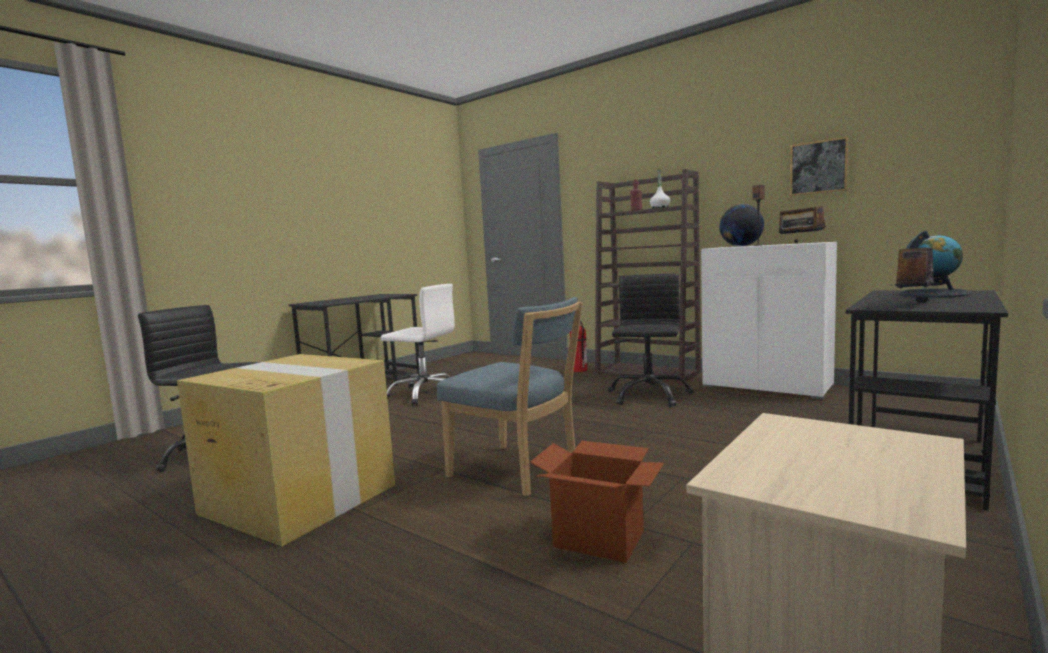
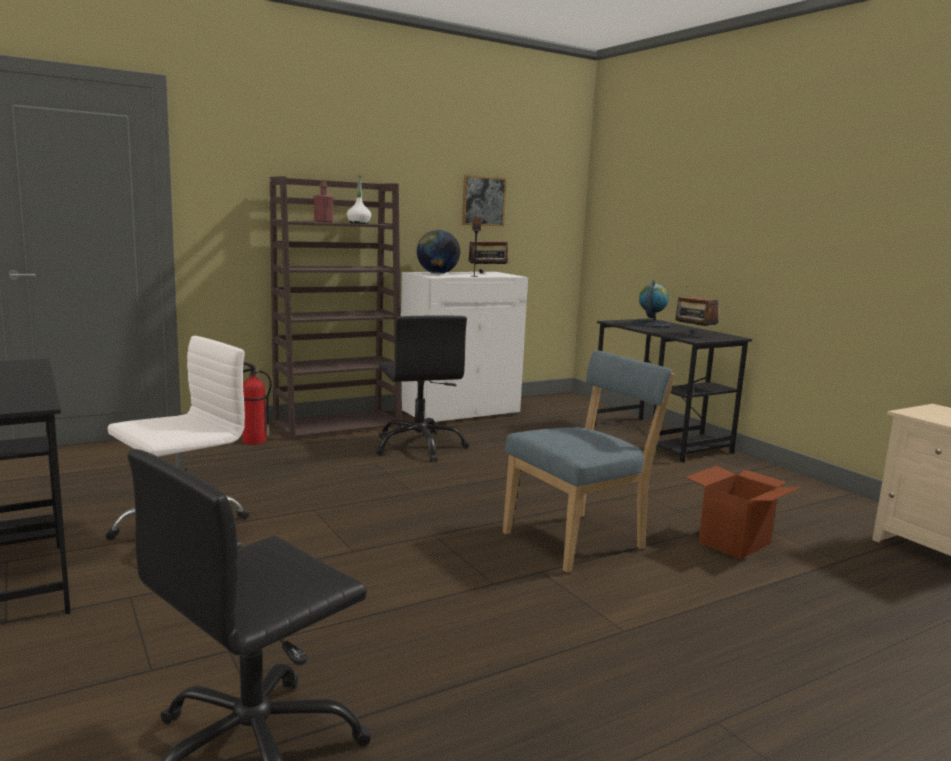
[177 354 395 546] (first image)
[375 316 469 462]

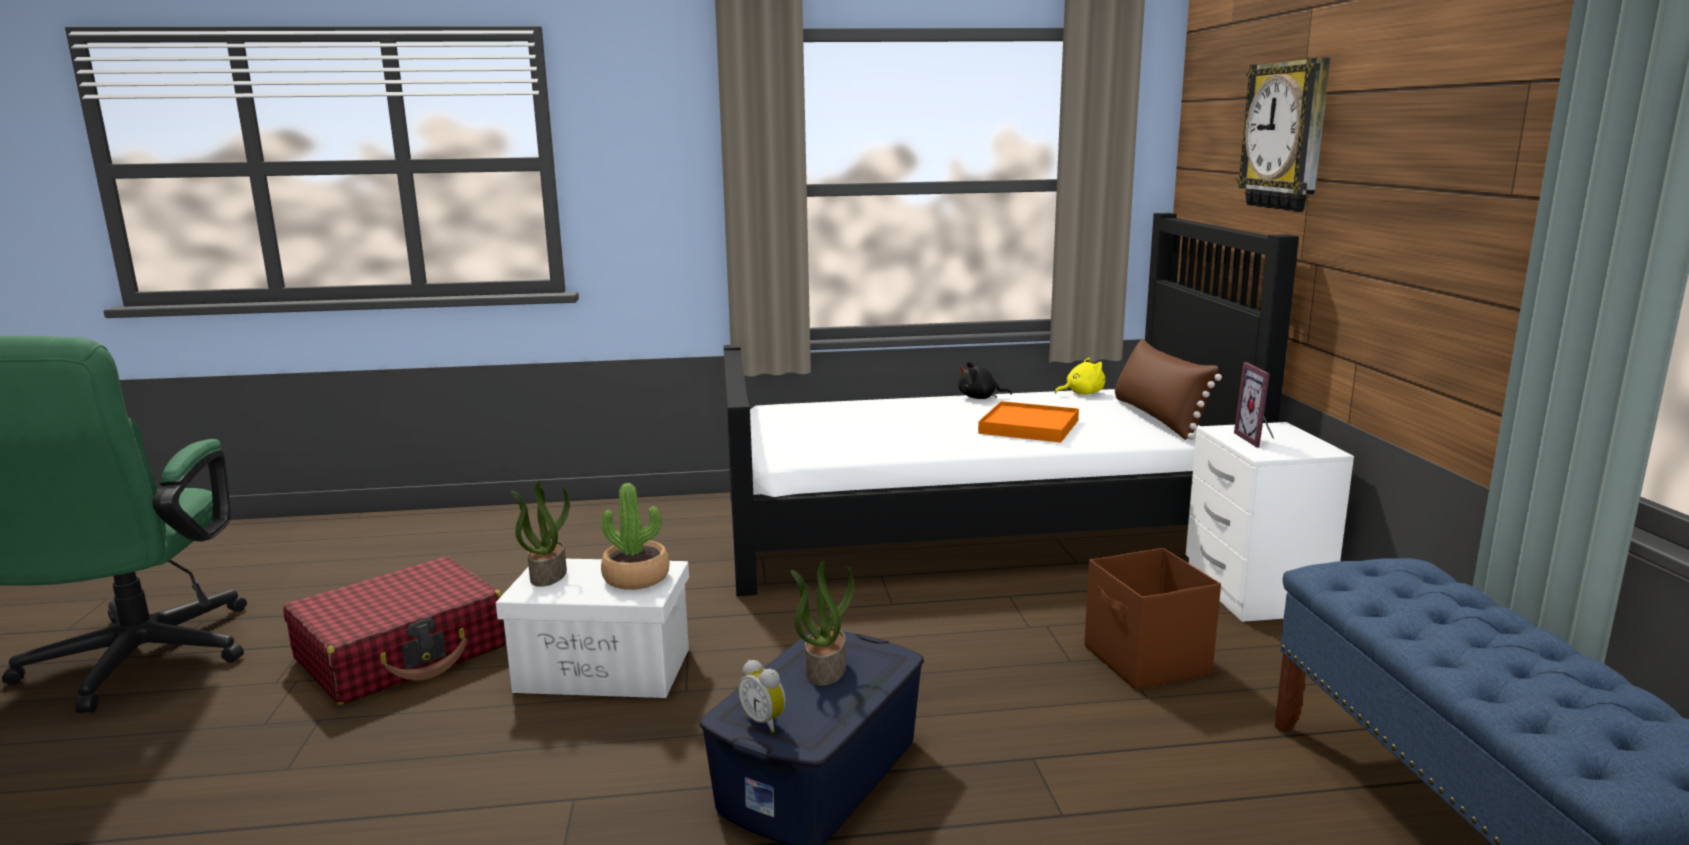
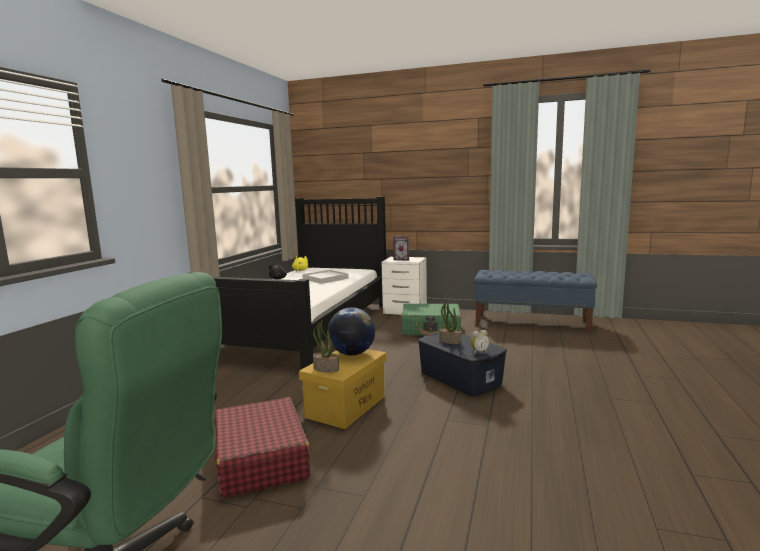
[1115 338 1222 440] (first image)
[1236 57 1330 212] (first image)
[328 307 375 356]
[401 303 461 336]
[299 349 386 429]
[302 270 349 284]

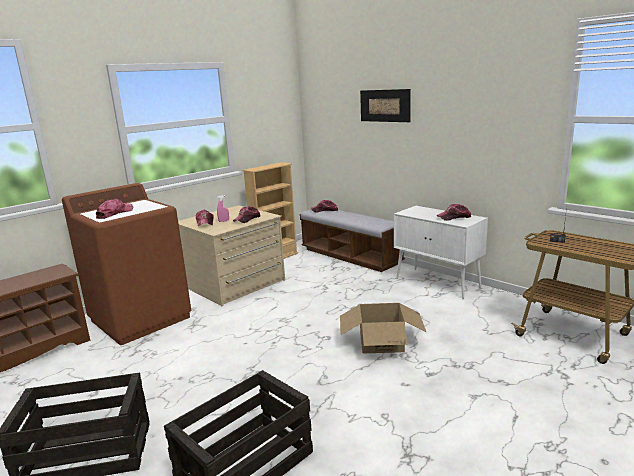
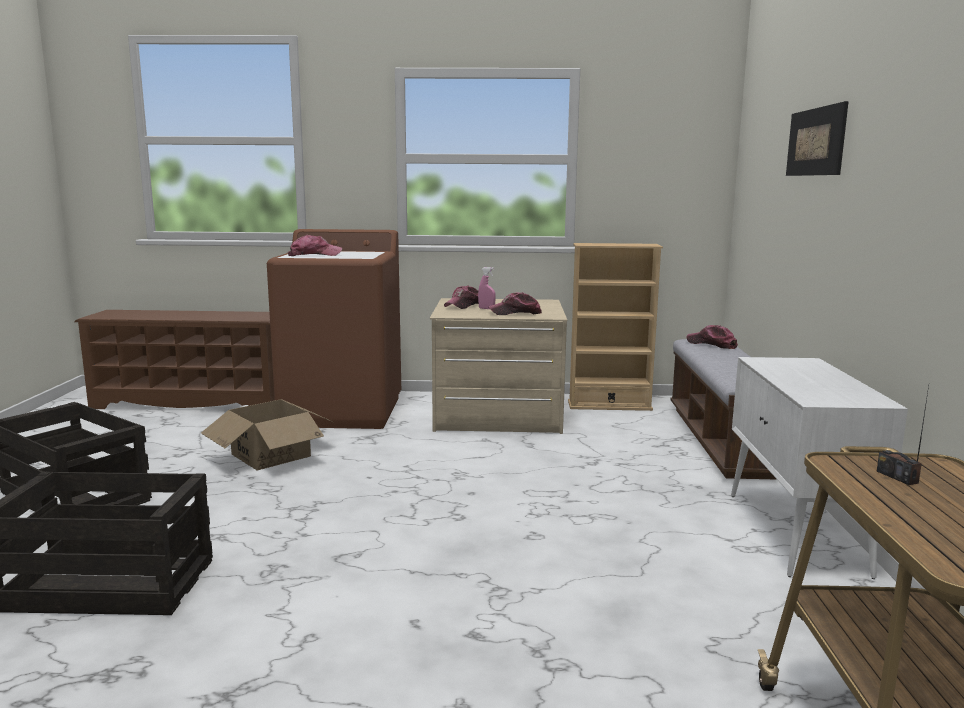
[437 204 471 221] (first image)
[201 399 335 470]

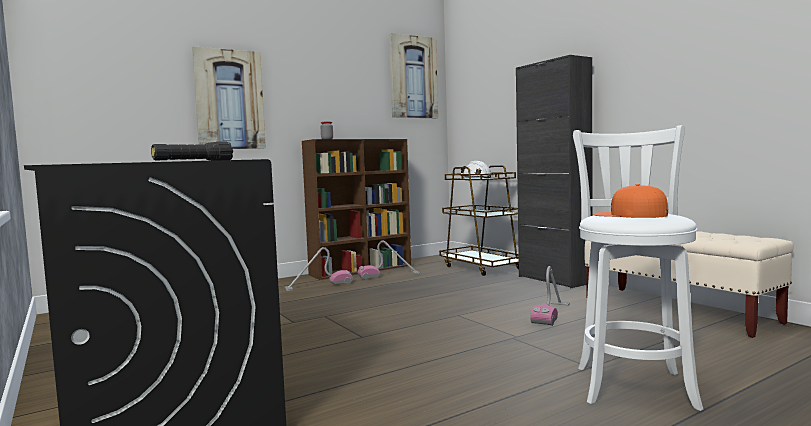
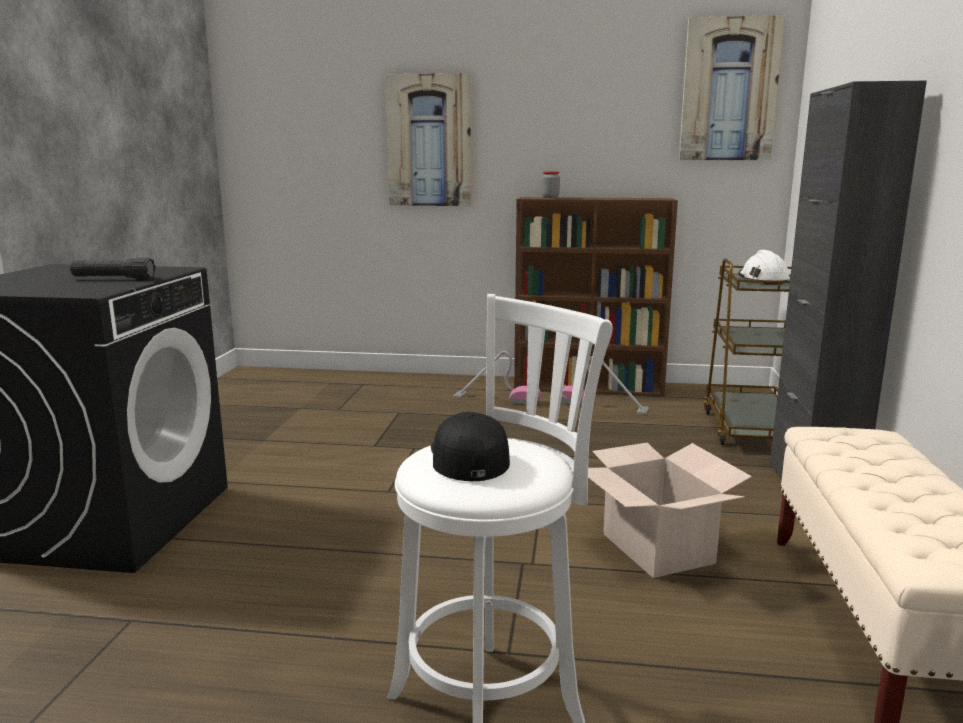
[588 443 752 578]
[431 412 510 481]

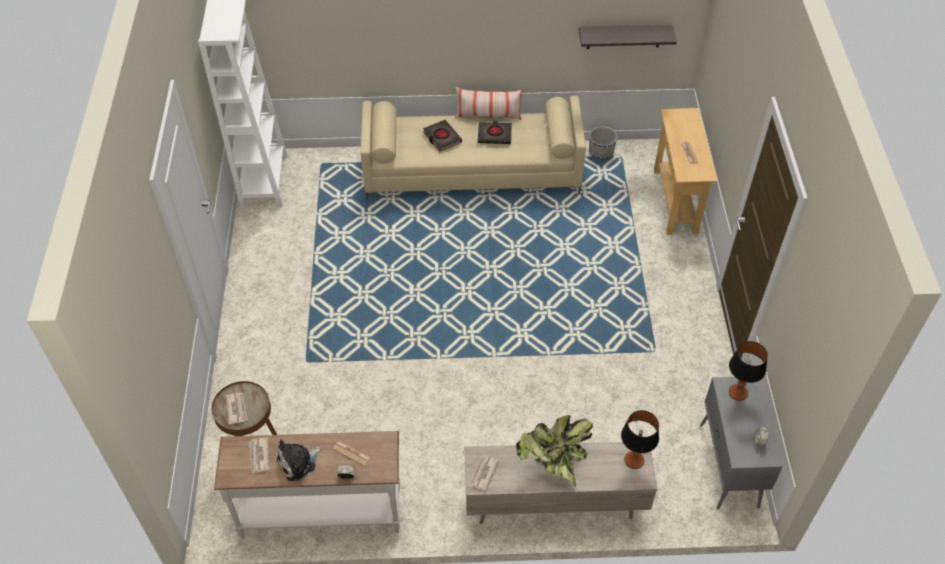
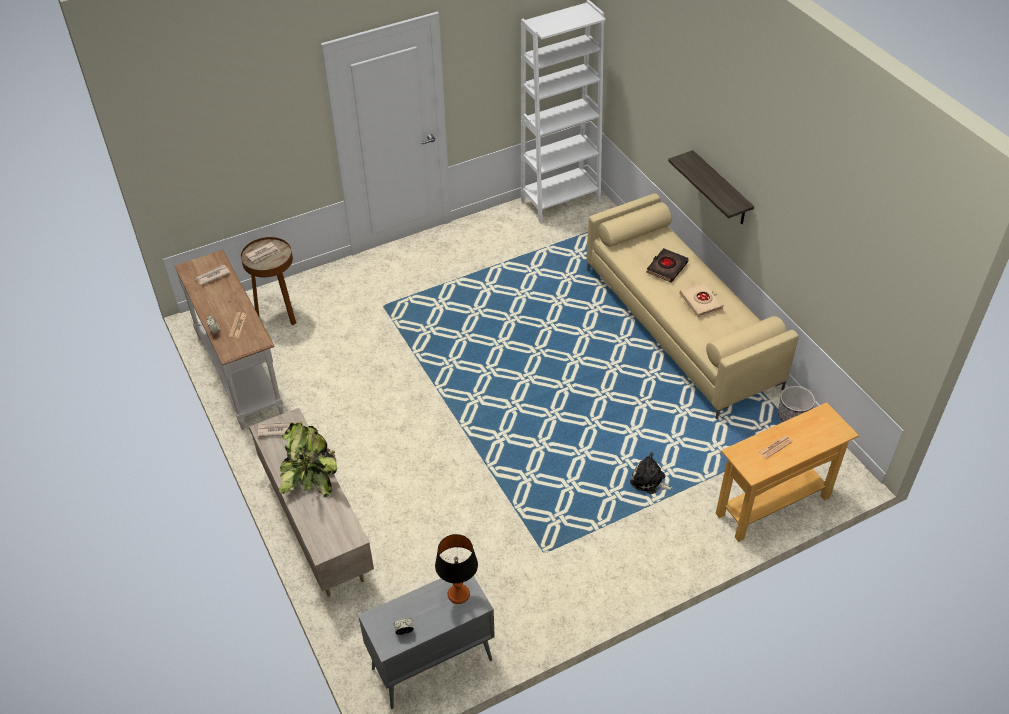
[456 87 522 120] (first image)
[621 410 659 469] (first image)
[630 452 672 494]
[668 150 754 224]
[680 282 724 317]

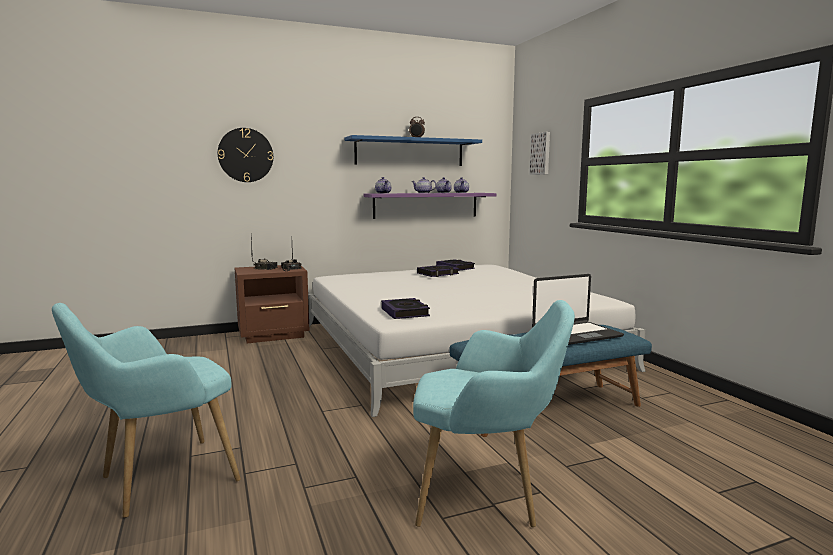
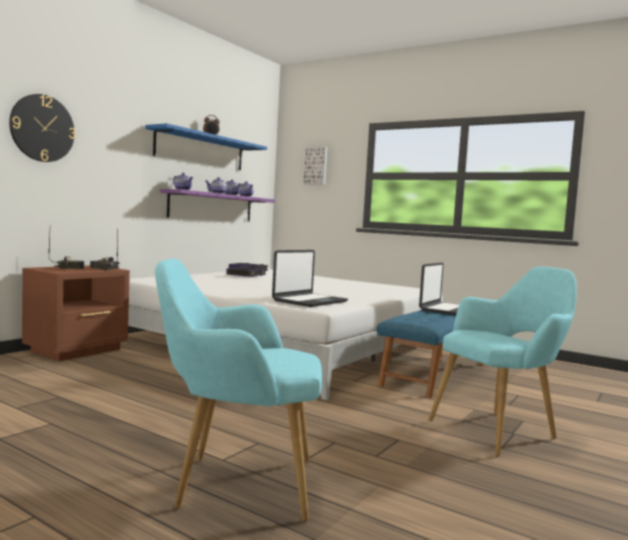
[272 250 348 307]
[155 259 322 521]

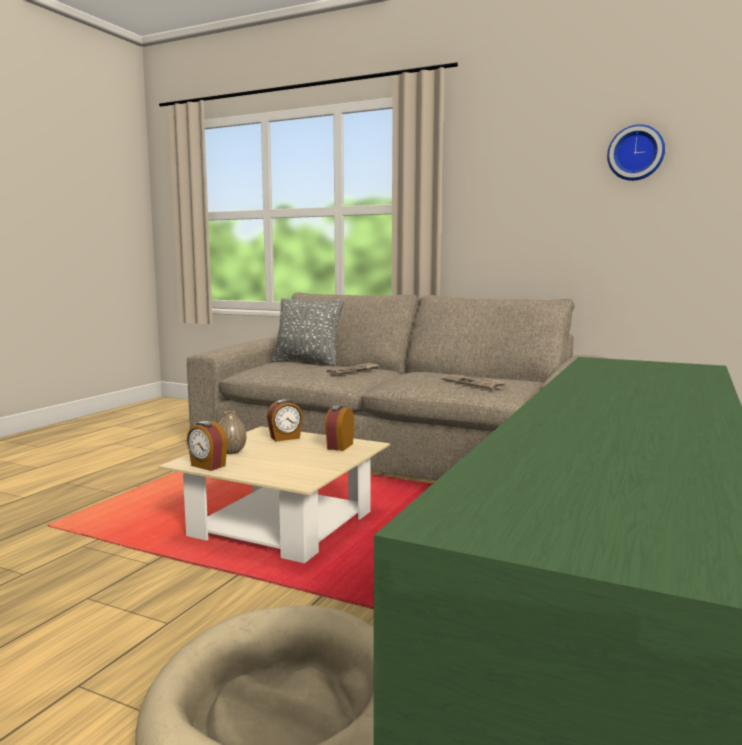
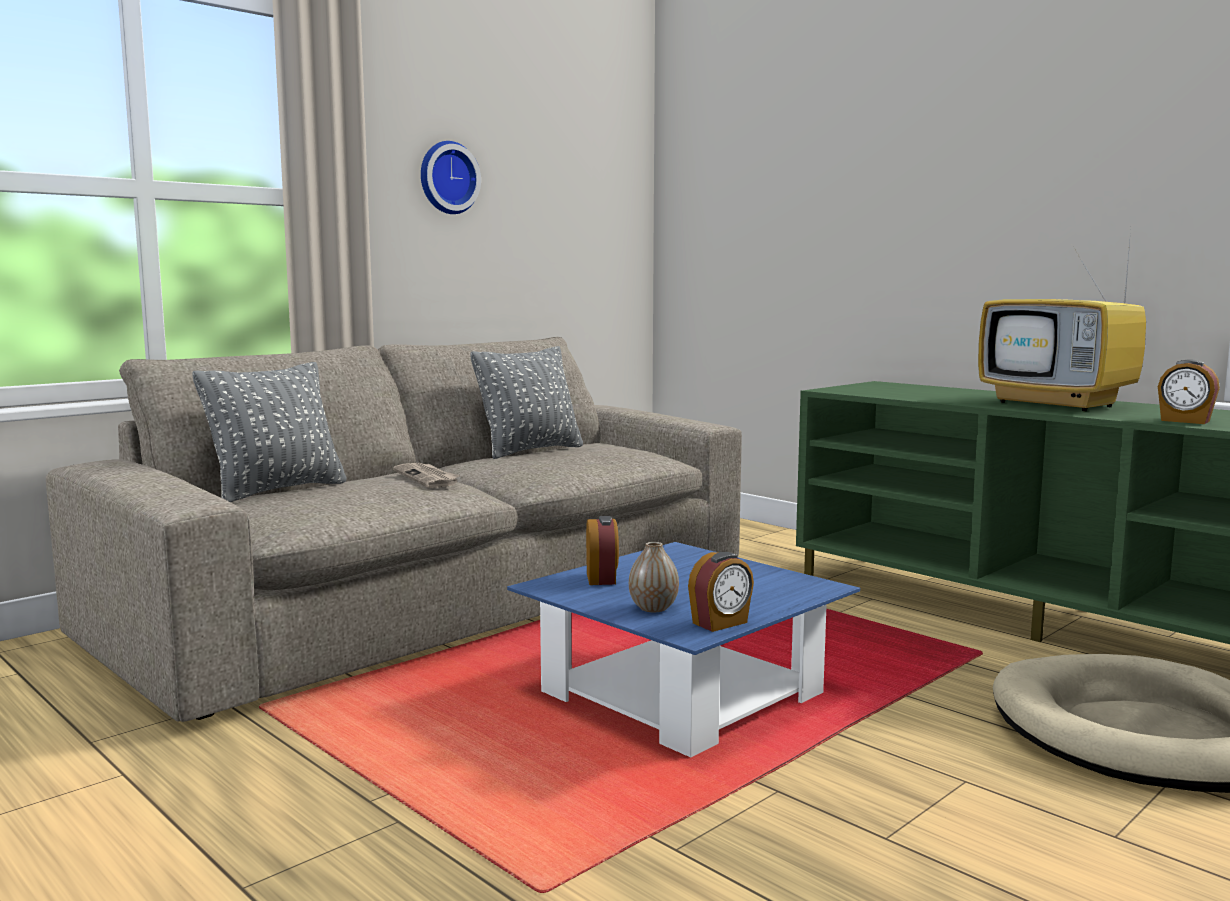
[441 374 508 390] (first image)
[471 346 583 459]
[978 230 1146 411]
[1158 359 1220 424]
[421 141 481 214]
[507 542 860 757]

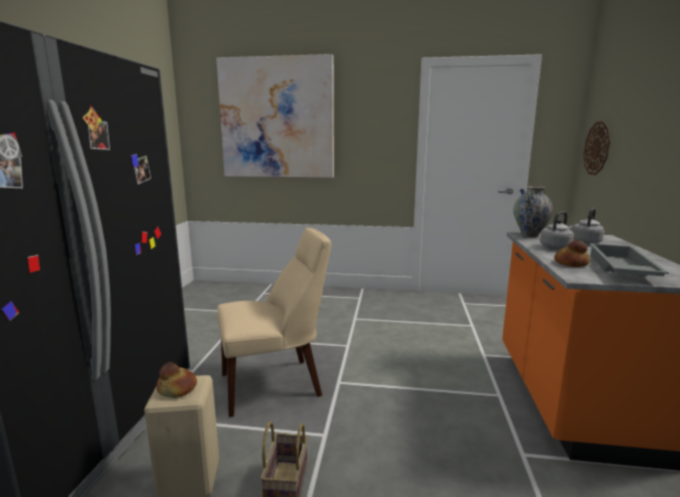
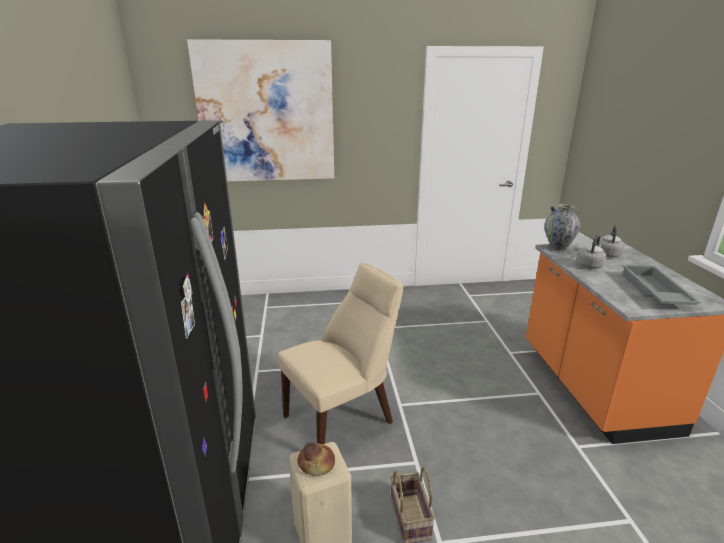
[554 240 590 267] (first image)
[584 121 610 175] (first image)

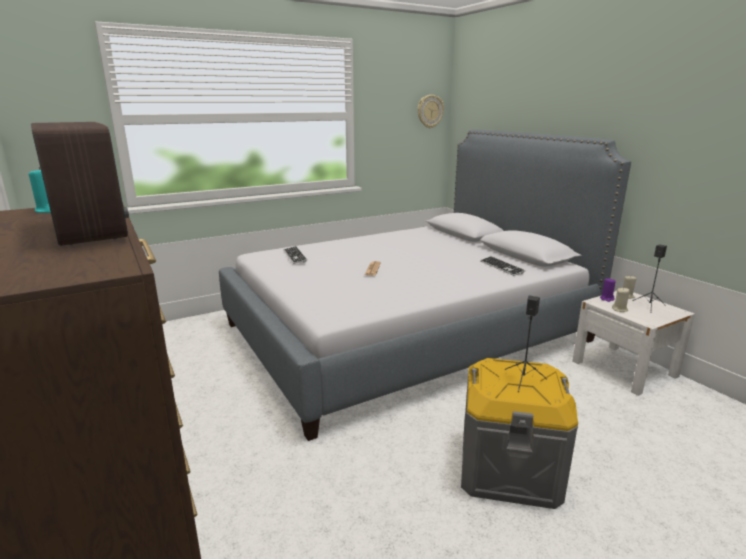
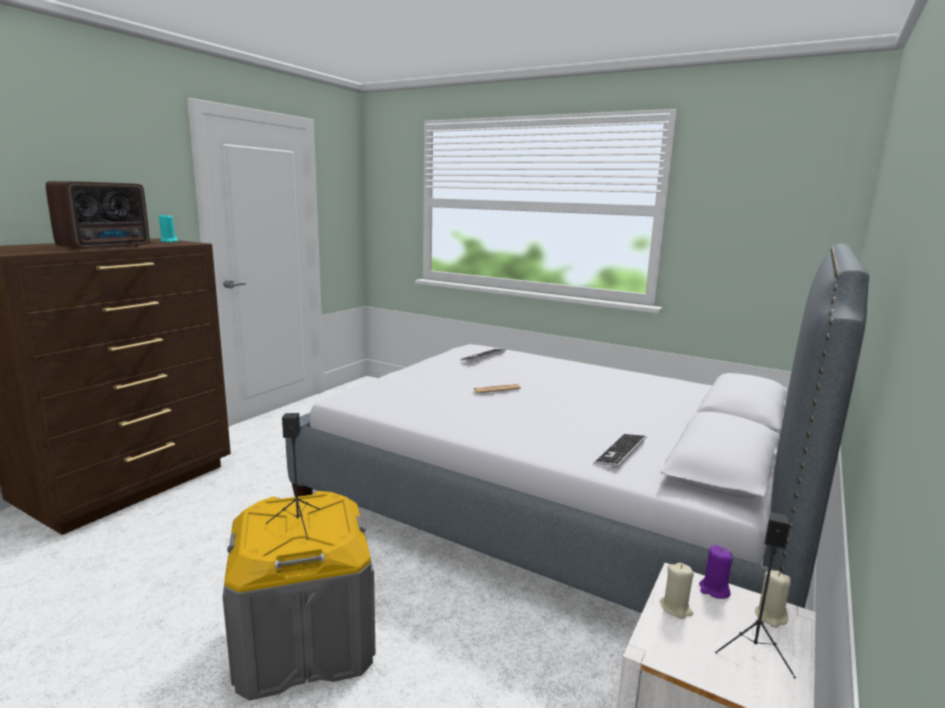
[418 95 444 128] (first image)

